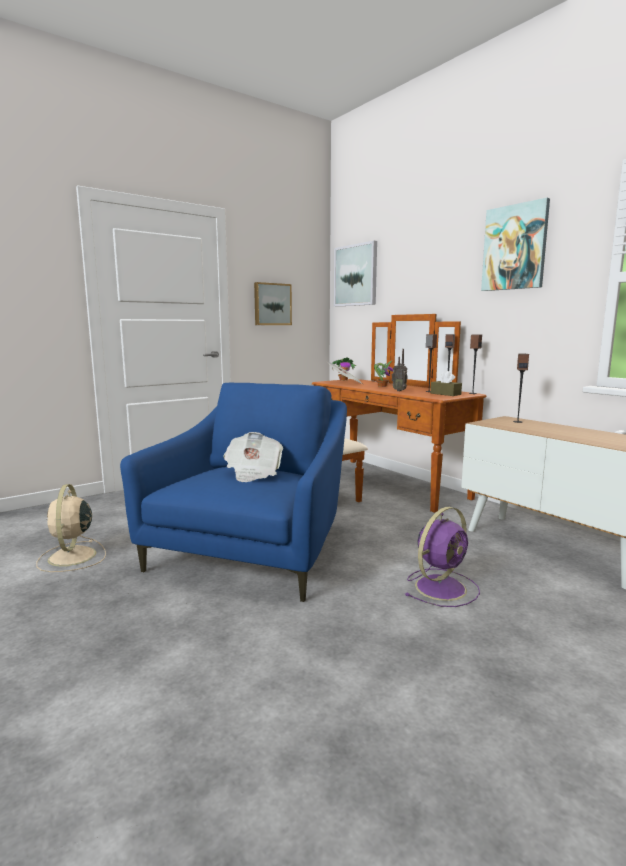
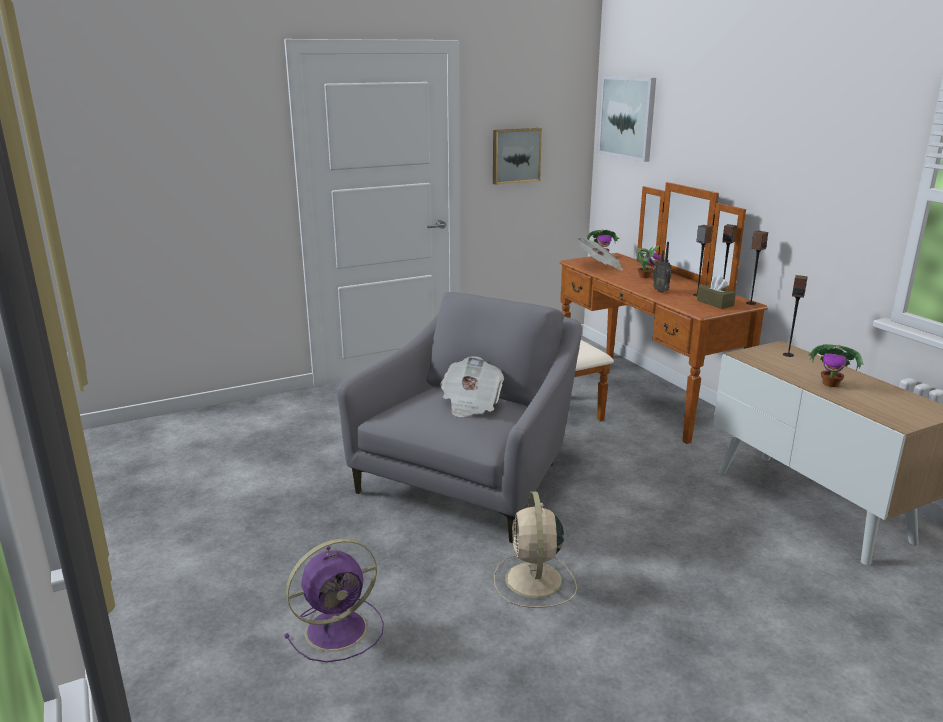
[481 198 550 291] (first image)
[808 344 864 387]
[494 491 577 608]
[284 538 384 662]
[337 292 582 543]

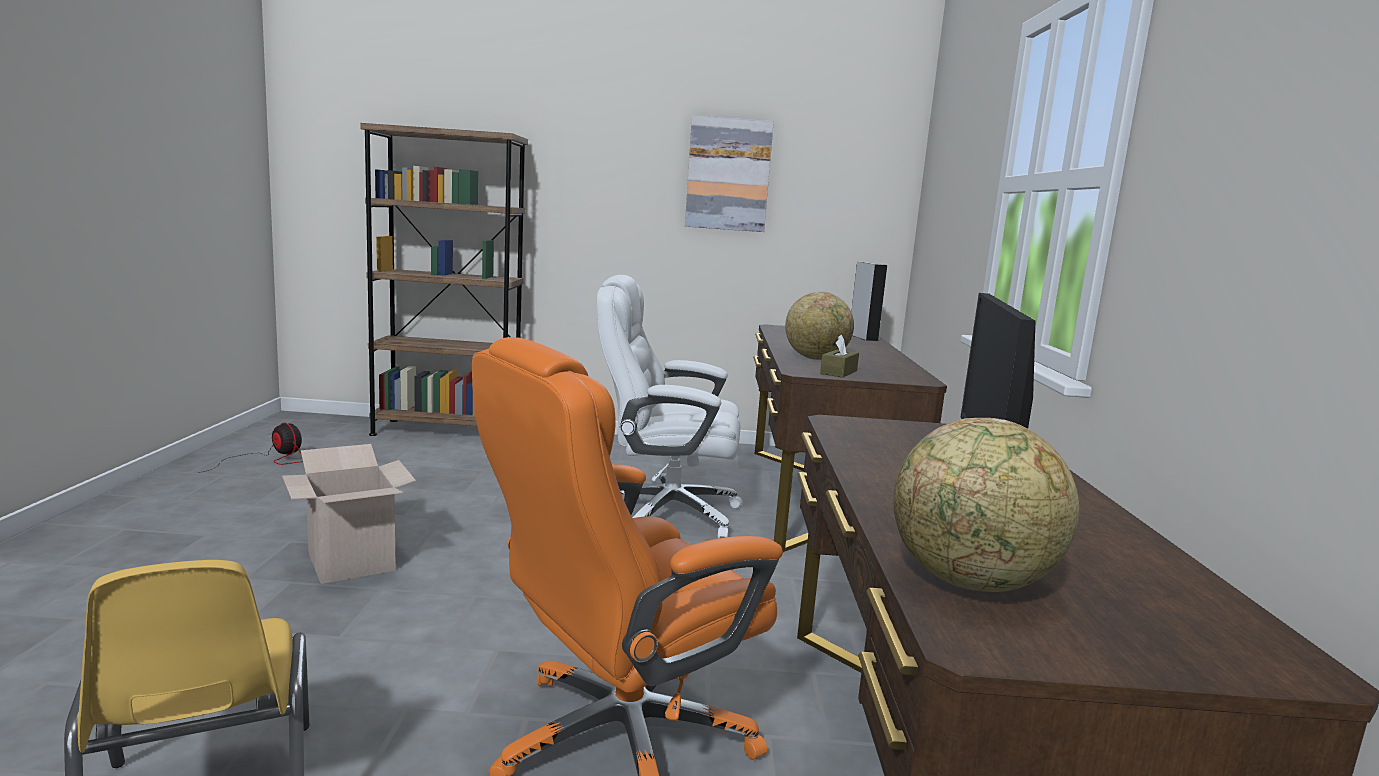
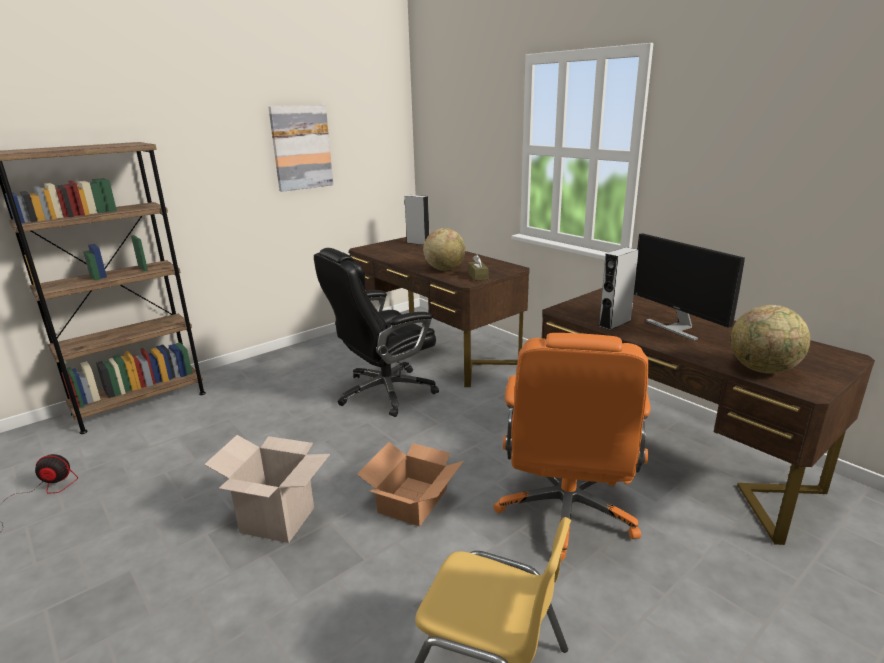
[357 442 464 526]
[599 247 639 330]
[314 248 439 417]

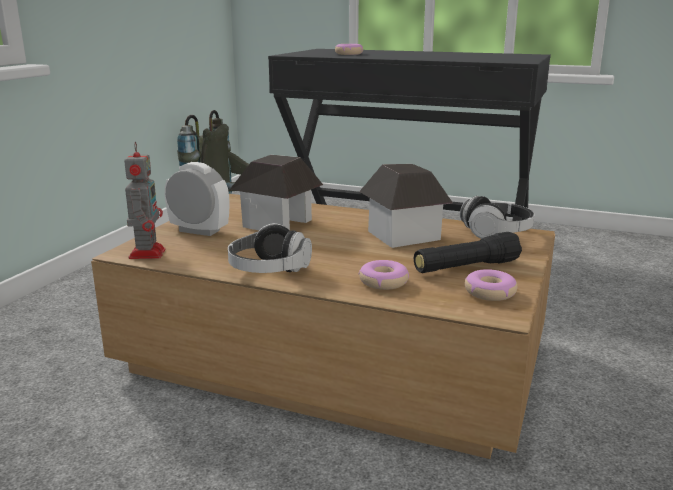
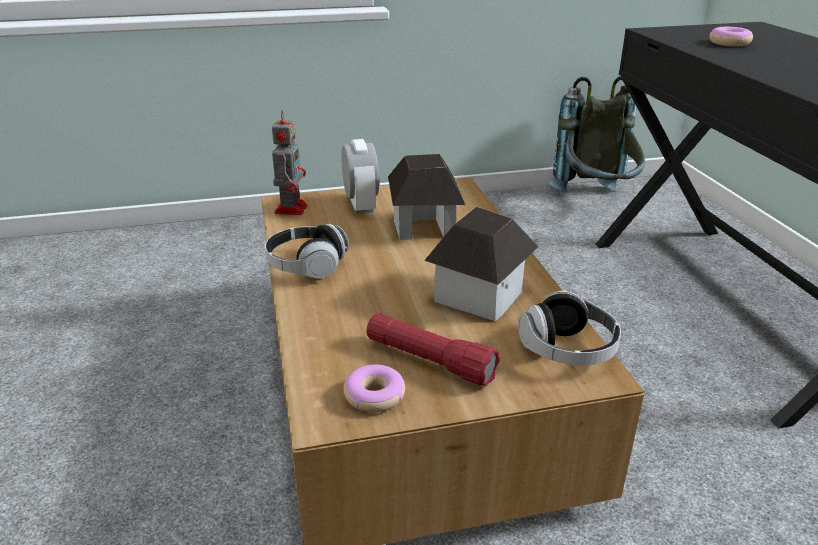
[359 260 409 290] (first image)
[366 314 500 386]
[272 110 307 215]

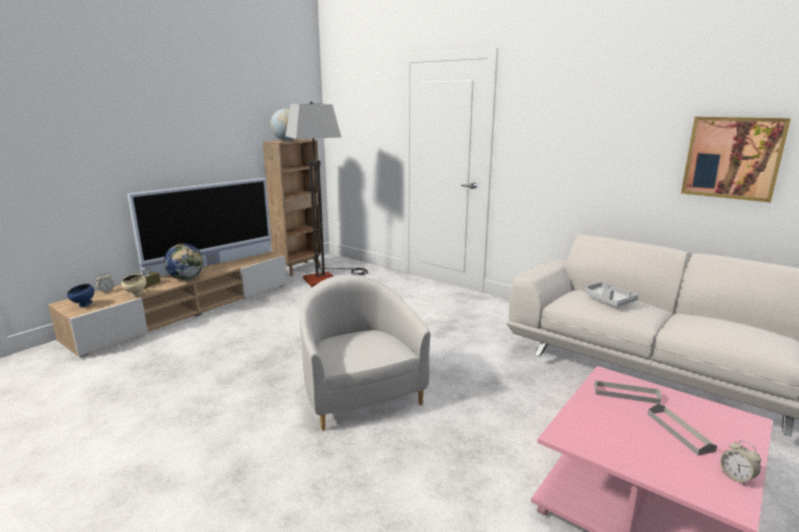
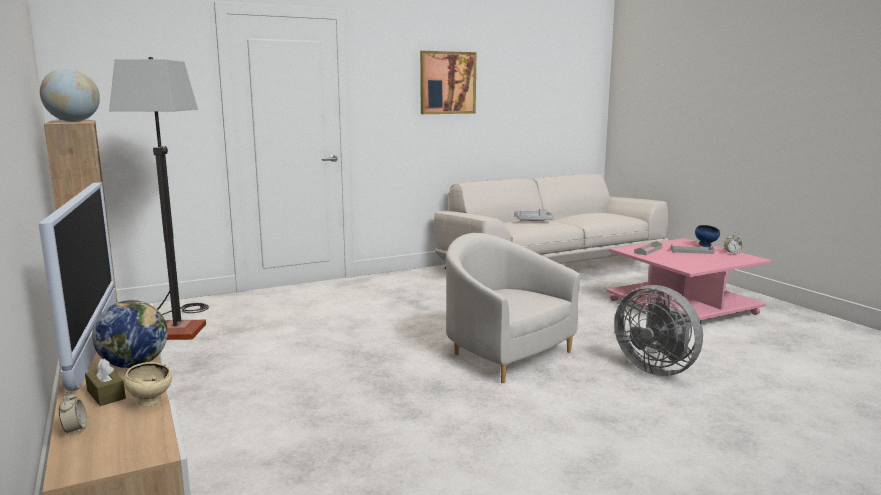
[614 285 703 376]
[695 225 720 247]
[420 51 476 114]
[446 233 580 383]

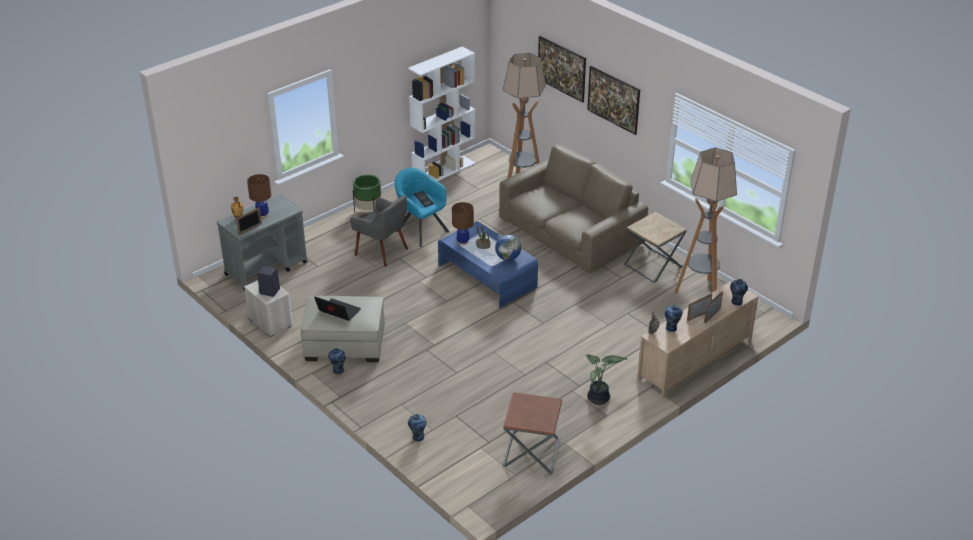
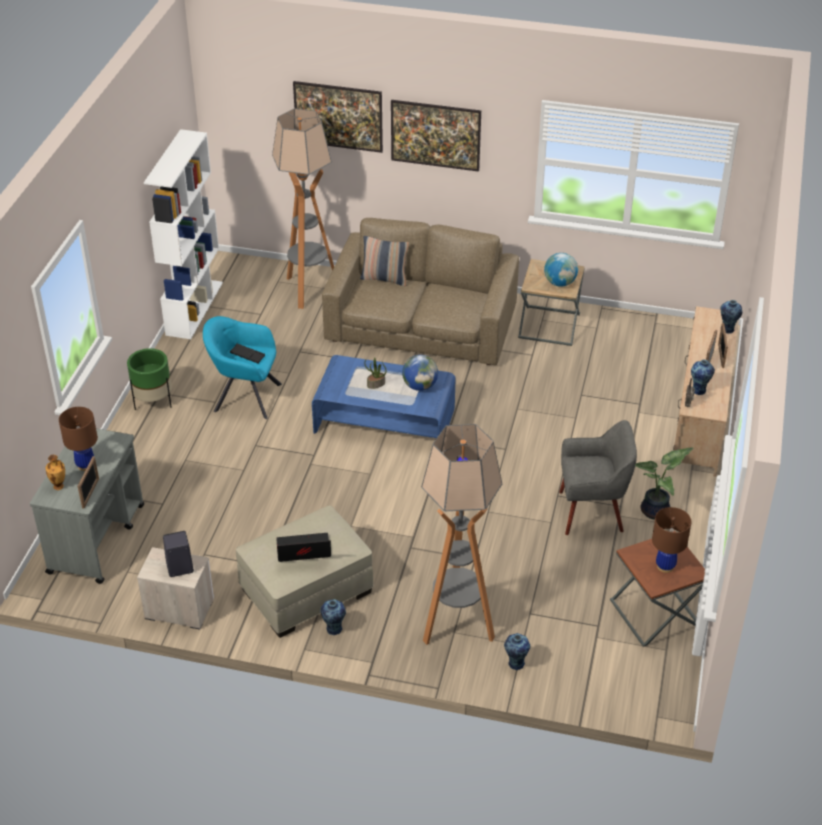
[360 236 410 286]
[544 253 578 287]
[559 420 637 535]
[652 507 692 573]
[421 424 502 645]

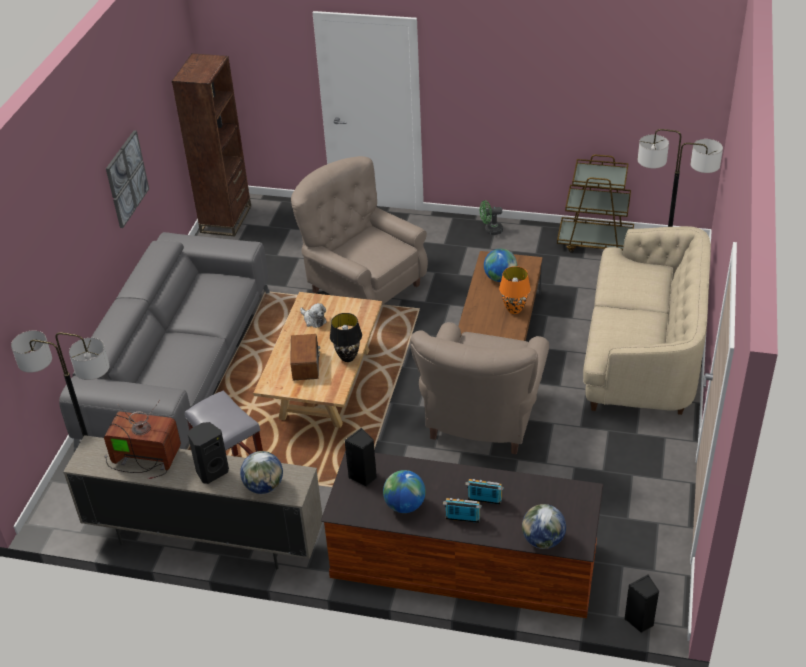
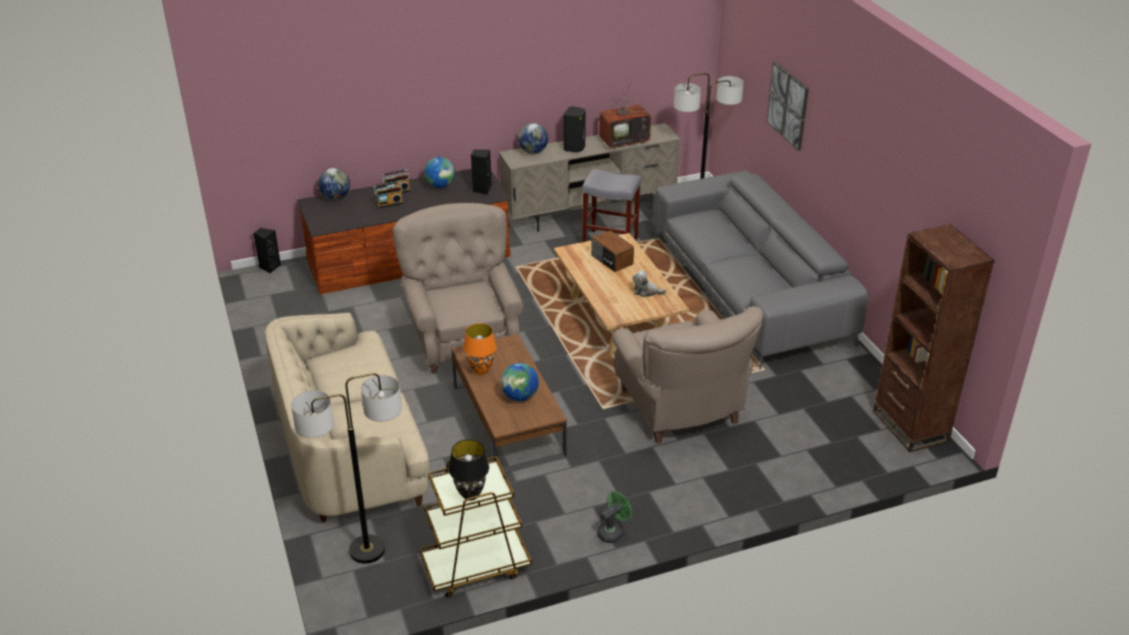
[766 62 809 151]
[449 439 489 501]
[612 306 764 444]

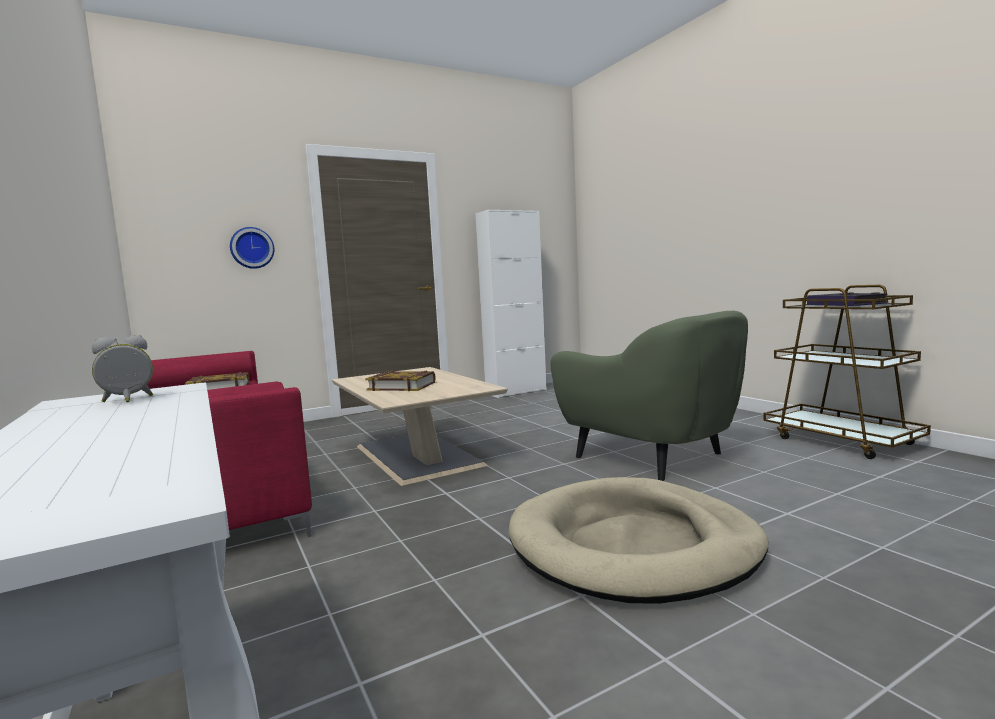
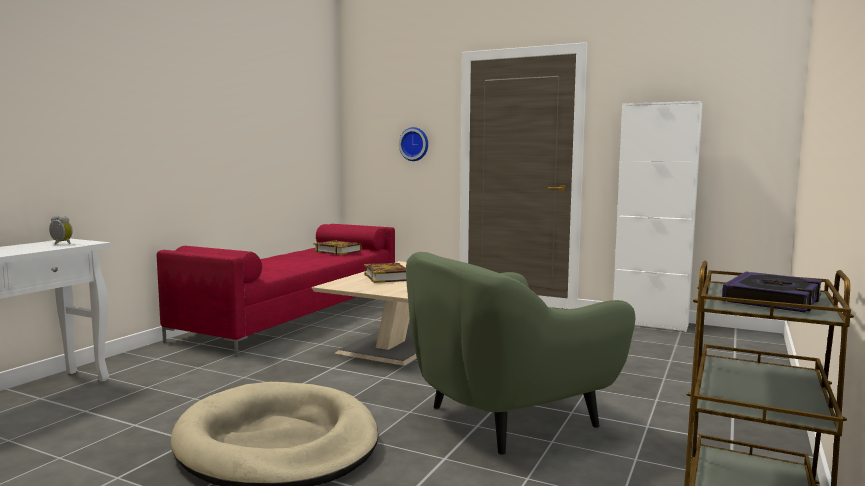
[406 252 635 455]

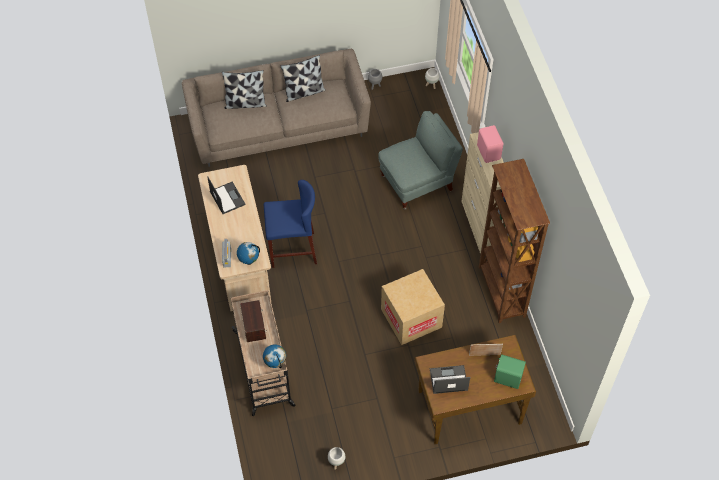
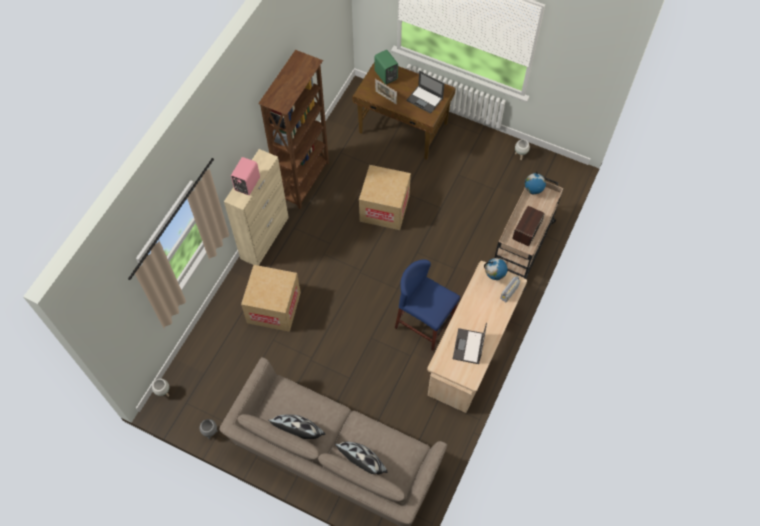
[241 265 301 332]

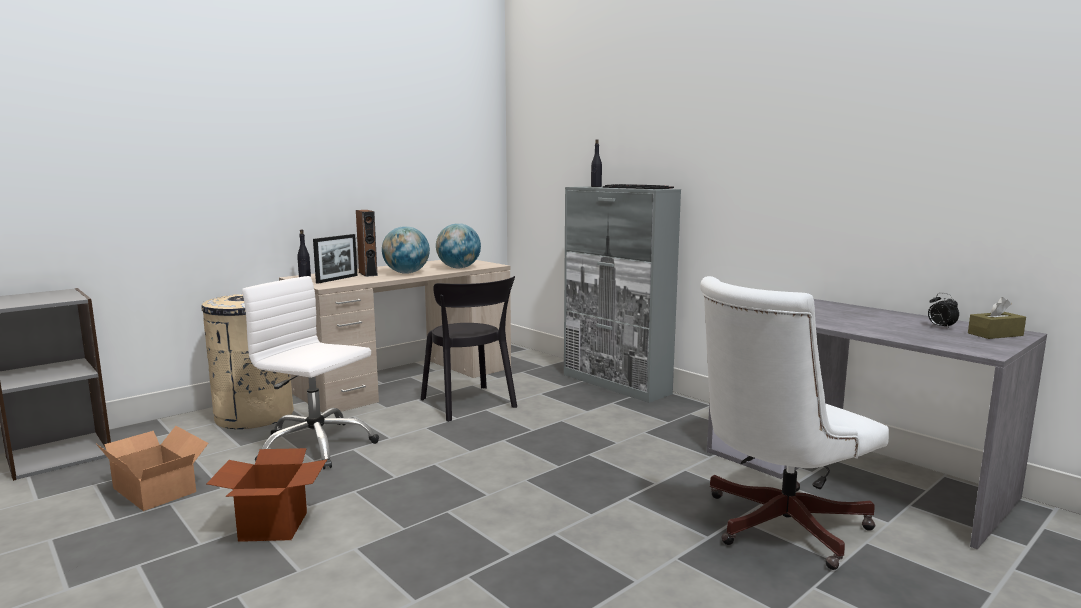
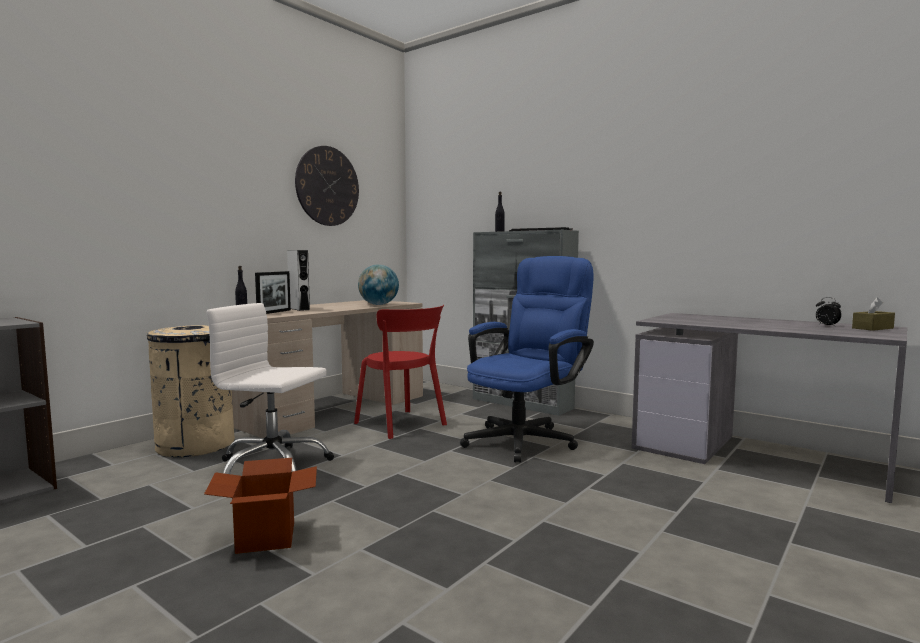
[96 426 209 511] (first image)
[382 226 430 274] (first image)
[700 276 889 570] (first image)
[295 146 359 226]
[460 256 594 463]
[287 250 310 311]
[354 305 447 439]

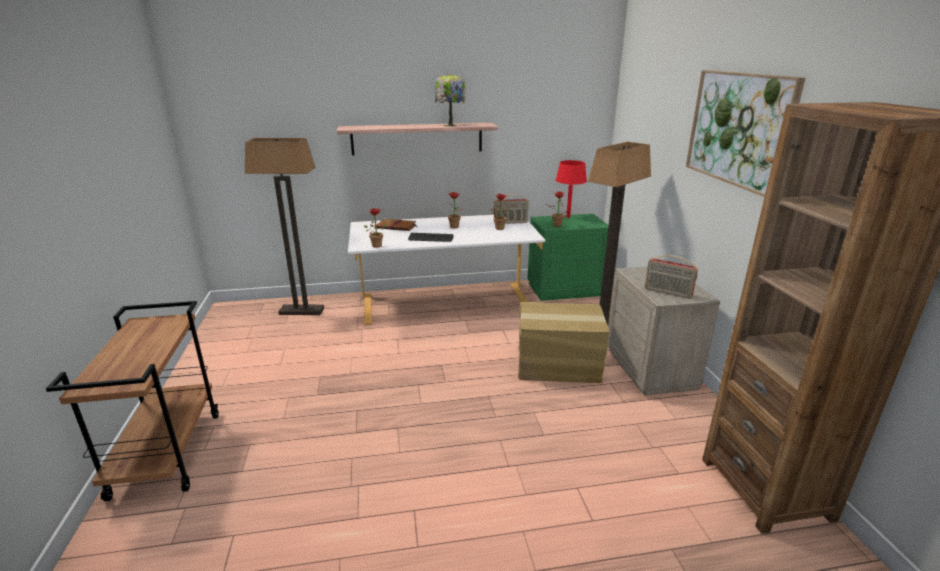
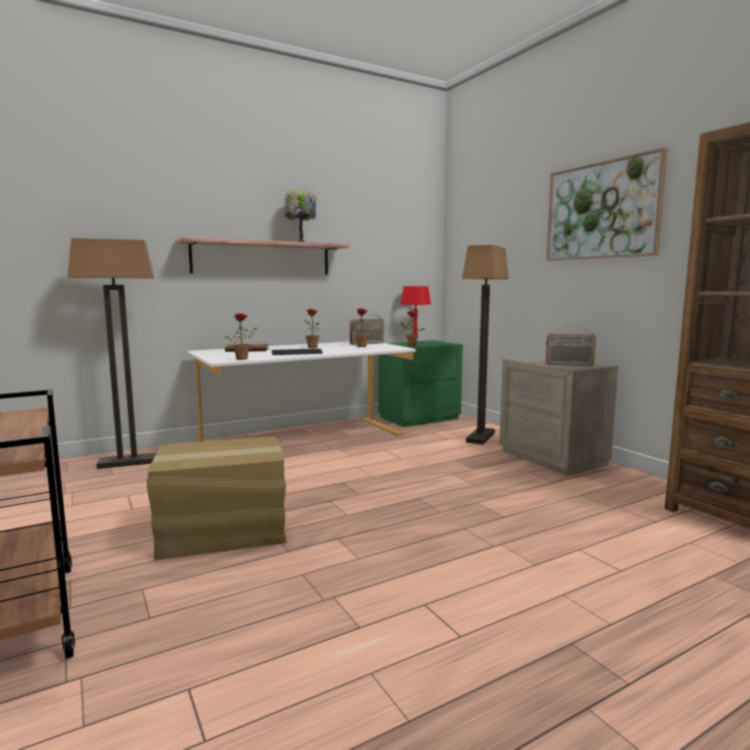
[147 436 286 560]

